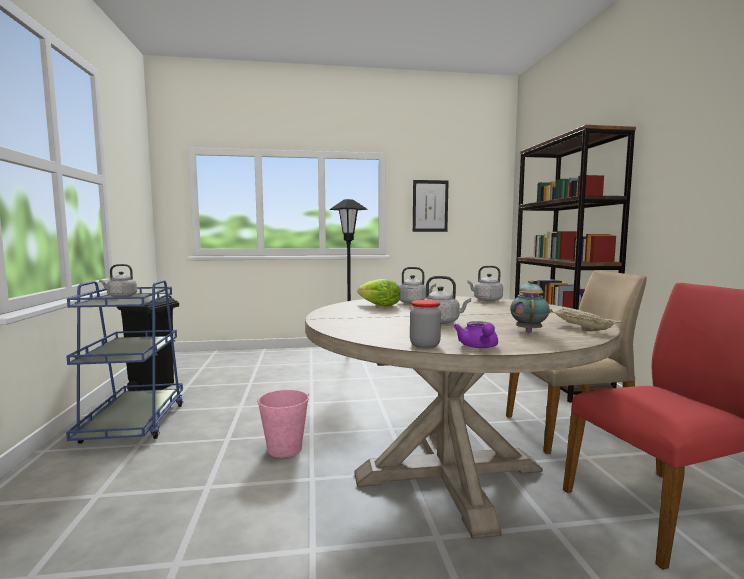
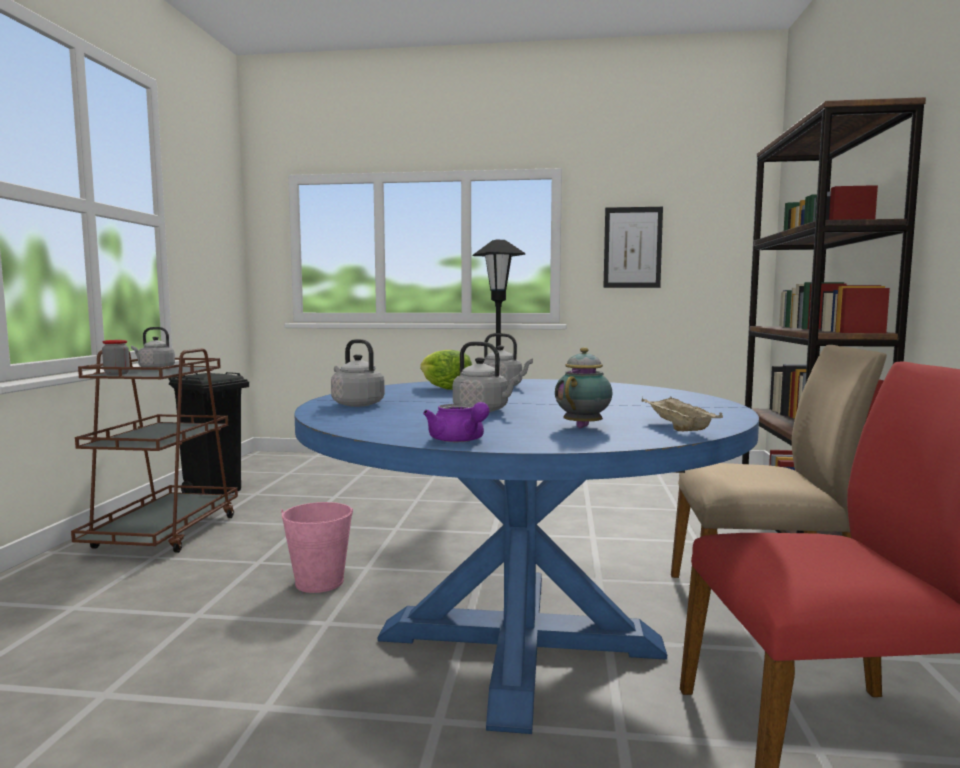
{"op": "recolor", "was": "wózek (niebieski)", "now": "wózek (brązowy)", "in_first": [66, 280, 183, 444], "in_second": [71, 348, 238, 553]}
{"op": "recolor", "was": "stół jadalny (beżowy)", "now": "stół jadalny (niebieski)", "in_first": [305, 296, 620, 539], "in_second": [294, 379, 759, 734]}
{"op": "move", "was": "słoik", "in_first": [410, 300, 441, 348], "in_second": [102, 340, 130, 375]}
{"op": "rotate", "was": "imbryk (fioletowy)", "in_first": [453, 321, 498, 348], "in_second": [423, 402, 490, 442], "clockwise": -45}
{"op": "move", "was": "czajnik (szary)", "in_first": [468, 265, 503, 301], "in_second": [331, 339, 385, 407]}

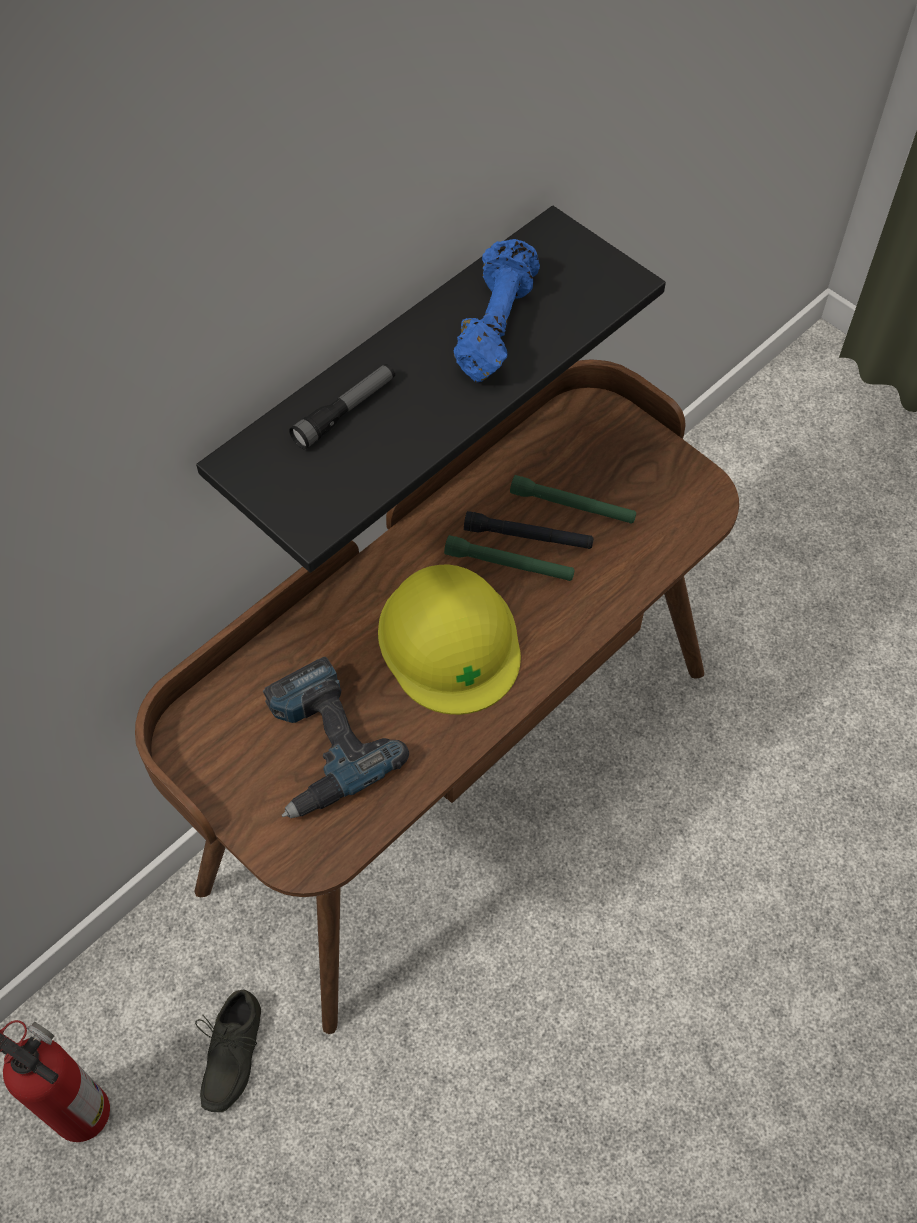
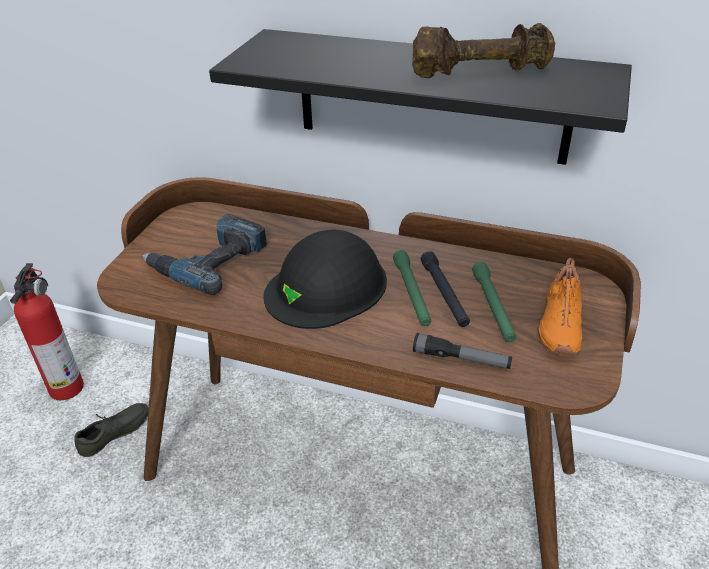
{"op": "rotate", "was": "but (szary)", "in_first": [195, 990, 261, 1112], "in_second": [74, 403, 149, 457], "clockwise": 150}
{"op": "move", "was": "latarka", "in_first": [289, 364, 395, 450], "in_second": [413, 333, 512, 369]}
{"op": "recolor", "was": "kask (żółty)", "now": "kask (czarny)", "in_first": [378, 564, 521, 715], "in_second": [263, 229, 387, 329]}
{"op": "recolor", "was": "hantel (niebieski)", "now": "hantel (brązowy)", "in_first": [454, 239, 540, 382], "in_second": [412, 23, 555, 78]}
{"op": "insert", "now": "but (pomarańczowy)", "in_second": [538, 258, 582, 355]}

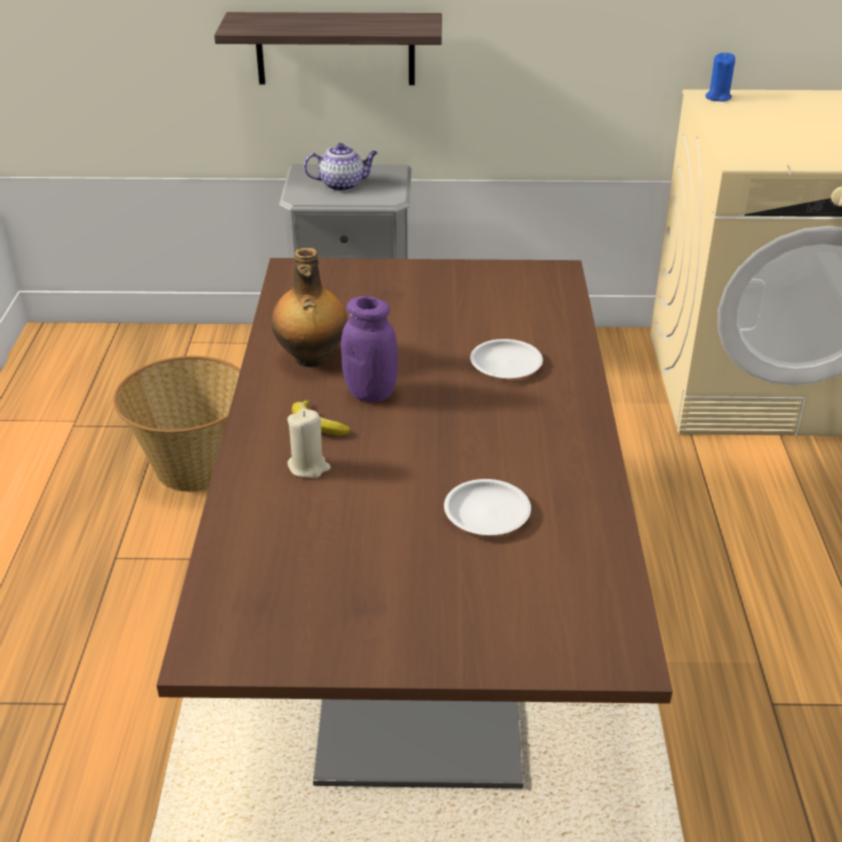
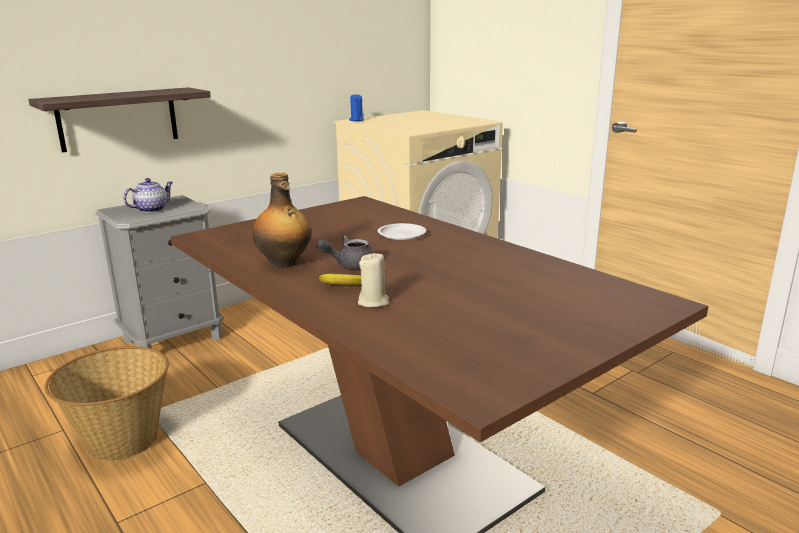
{"op": "replace", "was": "słoik (fioletowy)", "now": "imbryk (szary)", "in_first": [341, 296, 398, 402], "in_second": [317, 235, 374, 269]}
{"op": "delete", "was": "talerz (biały)", "in_first": [444, 479, 531, 535]}

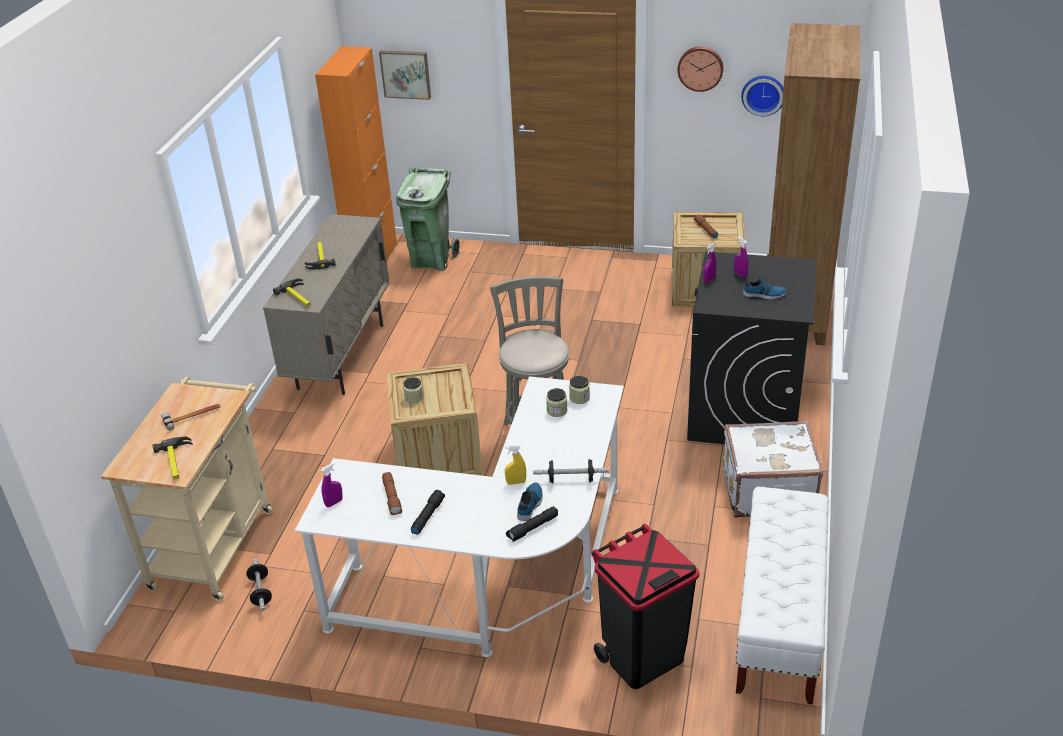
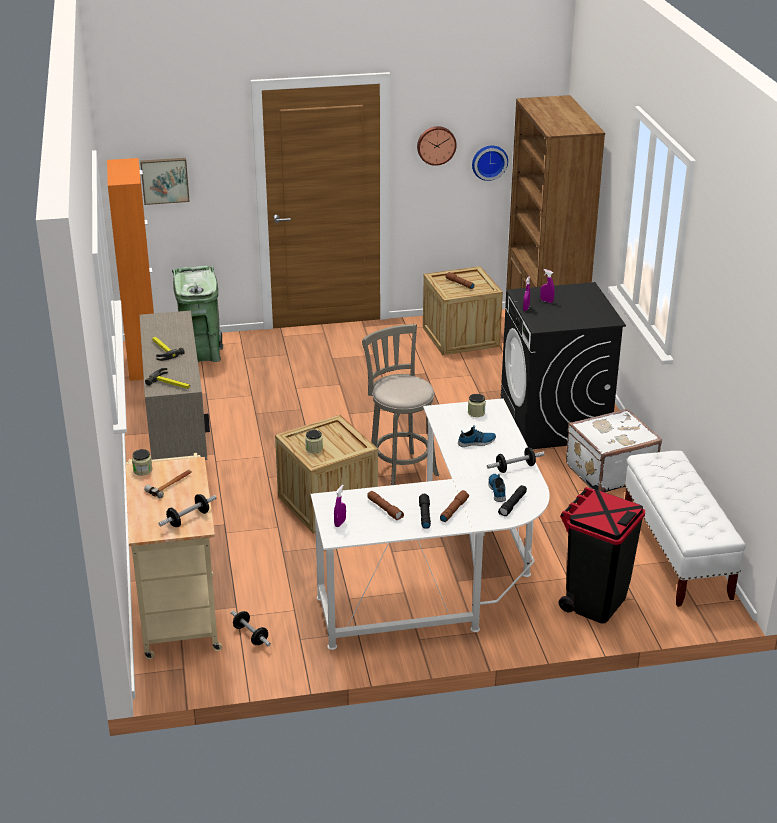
{"op": "replace", "was": "młotek", "now": "hantel", "in_first": [152, 437, 193, 479], "in_second": [158, 494, 216, 527]}
{"op": "delete", "was": "spryskiwacz (żółty)", "in_first": [505, 445, 526, 485]}
{"op": "move", "was": "słoik", "in_first": [546, 388, 567, 417], "in_second": [132, 449, 153, 476]}
{"op": "move", "was": "but", "in_first": [743, 276, 787, 299], "in_second": [458, 425, 496, 447]}
{"op": "insert", "now": "latarka (brązowy)", "in_second": [440, 490, 469, 522]}

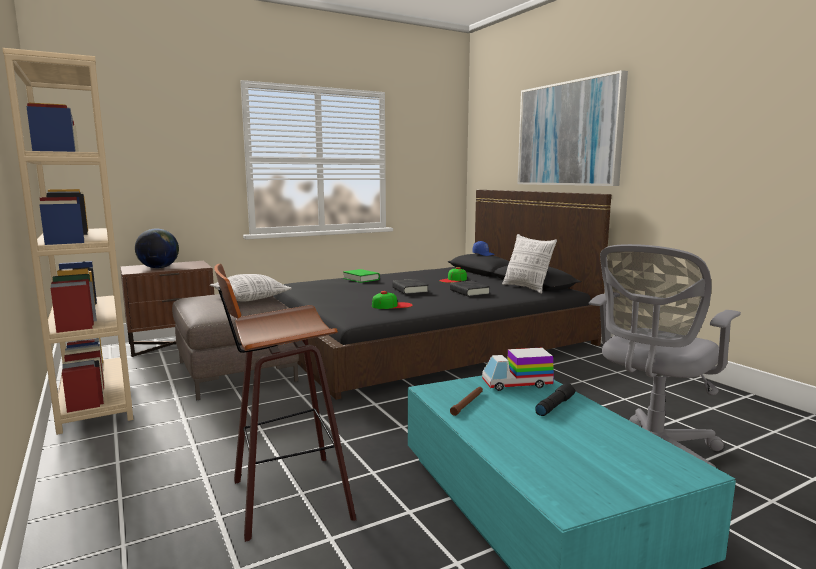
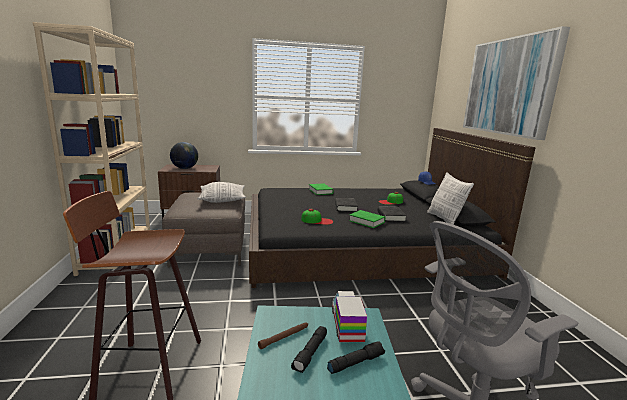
{"op": "rotate", "was": "ciężarówka zabawkowa", "in_first": [482, 348, 554, 391], "in_second": [332, 291, 367, 342], "clockwise": 75}
{"op": "insert", "now": "latarka (czarny)", "in_second": [291, 326, 327, 373]}
{"op": "insert", "now": "książka (zielony)", "in_second": [349, 210, 385, 228]}

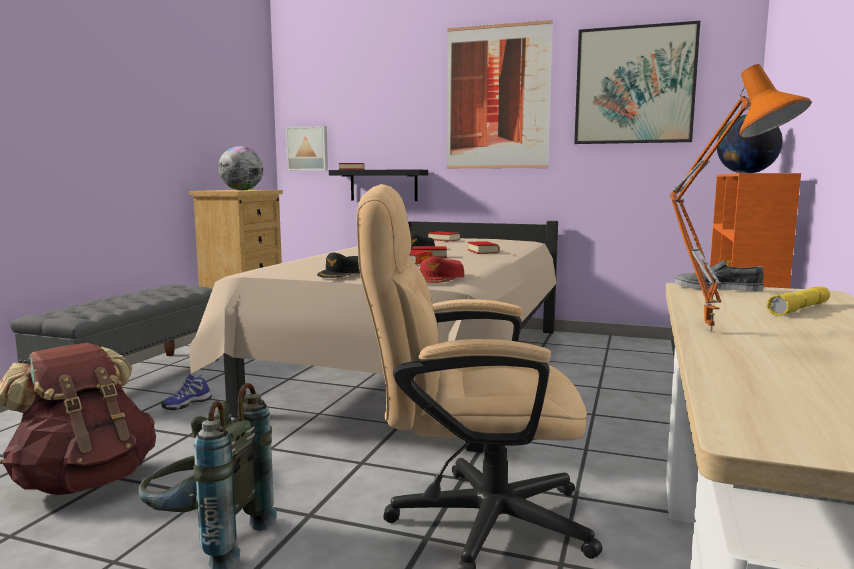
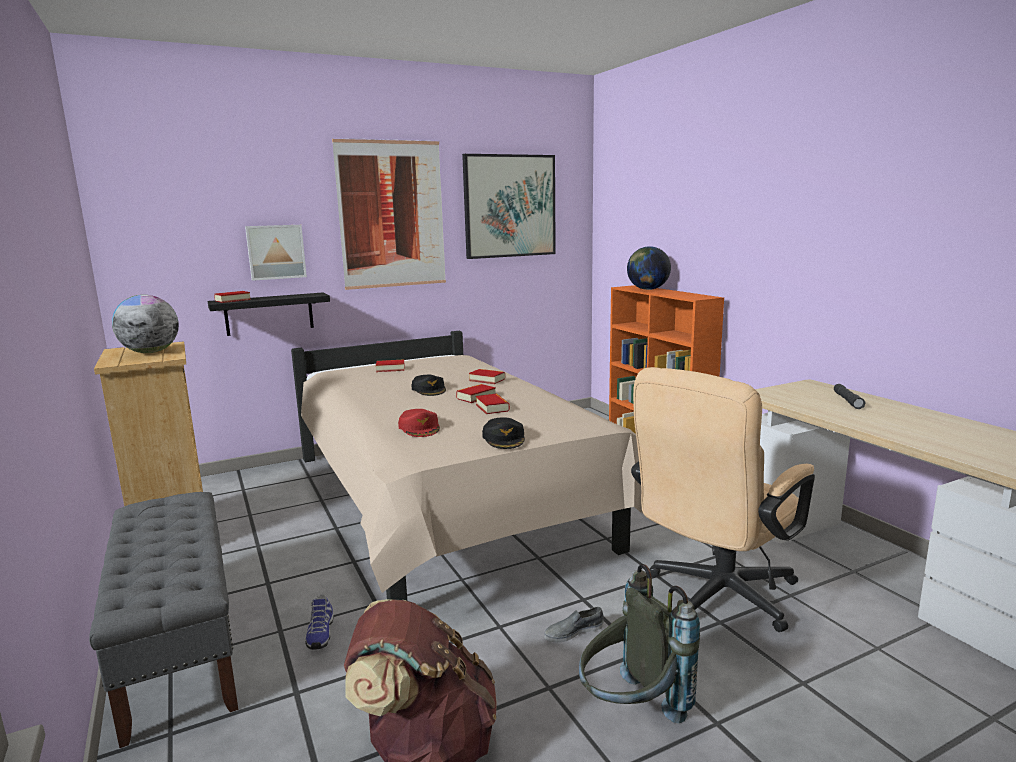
{"op": "move", "was": "obraz", "in_first": [286, 126, 328, 171], "in_second": [245, 225, 307, 281]}
{"op": "move", "was": "czapka z daszkiem (czerwony)", "in_first": [420, 256, 464, 283], "in_second": [398, 409, 440, 437]}
{"op": "delete", "was": "lampa stołowa (pomarańczowy)", "in_first": [669, 64, 812, 332]}
{"op": "move", "was": "but (szary)", "in_first": [675, 260, 764, 291], "in_second": [544, 606, 604, 642]}
{"op": "recolor", "was": "latarka (żółty)", "now": "latarka (szary)", "in_first": [767, 286, 830, 316], "in_second": [834, 384, 865, 409]}

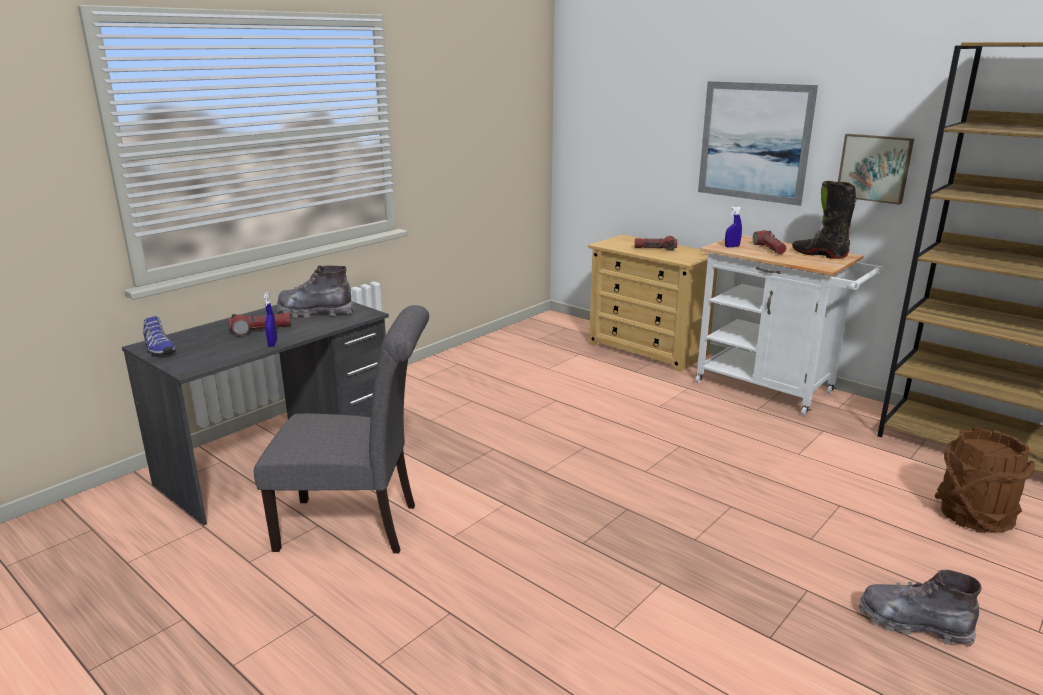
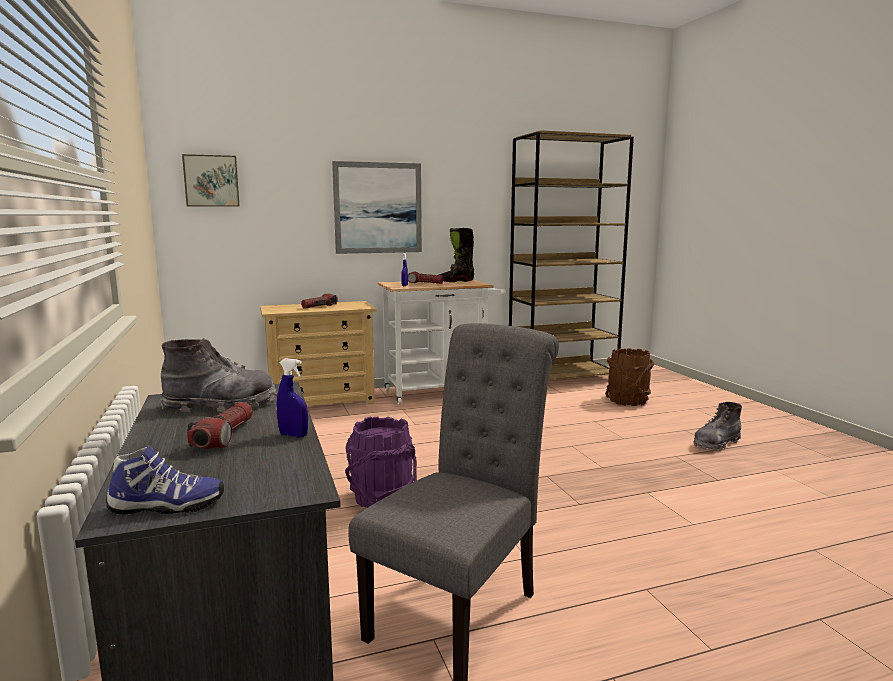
{"op": "rotate", "was": "but z cholewką (szary)", "in_first": [276, 265, 354, 317], "in_second": [160, 338, 277, 412], "clockwise": -135}
{"op": "move", "was": "obraz", "in_first": [838, 134, 914, 205], "in_second": [182, 154, 240, 207]}
{"op": "insert", "now": "wiadro (fioletowy)", "in_second": [345, 416, 417, 508]}

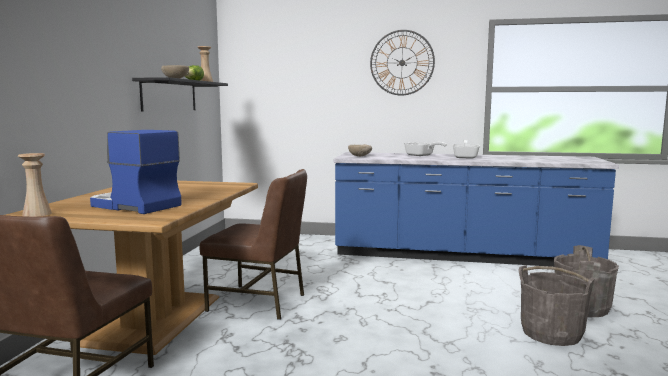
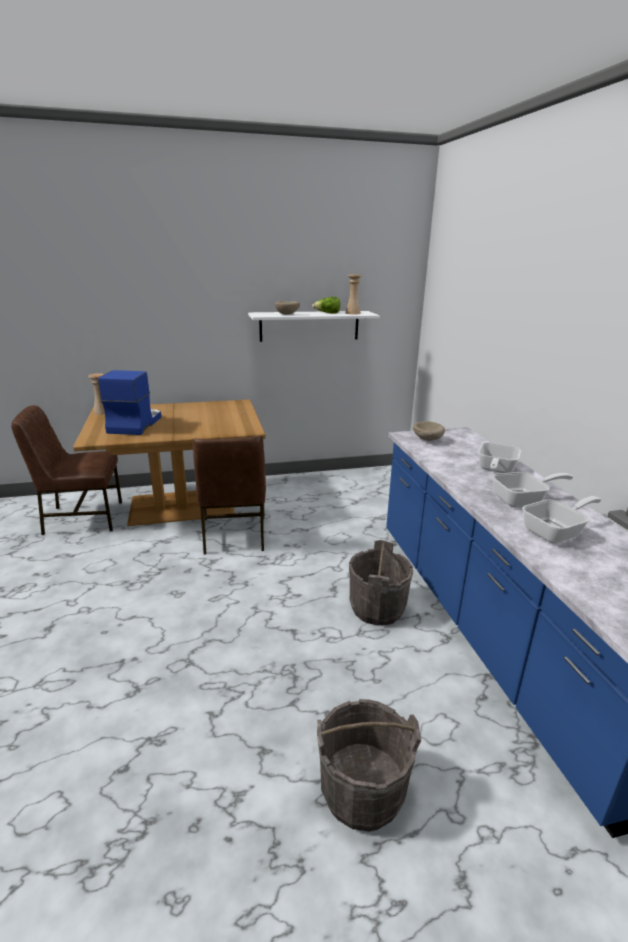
{"op": "recolor", "was": "półka (czarny)", "now": "półka (biały)", "in_first": [132, 77, 228, 112], "in_second": [248, 311, 380, 342]}
{"op": "delete", "was": "zegar ścienny", "in_first": [370, 30, 435, 96]}
{"op": "move", "was": "wiadro (szary)", "in_first": [518, 265, 594, 346], "in_second": [349, 540, 413, 625]}
{"op": "insert", "now": "patelnia", "in_second": [522, 496, 601, 543]}

